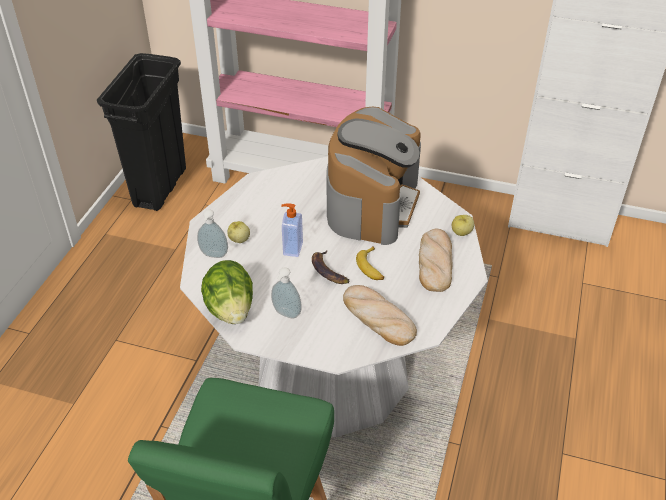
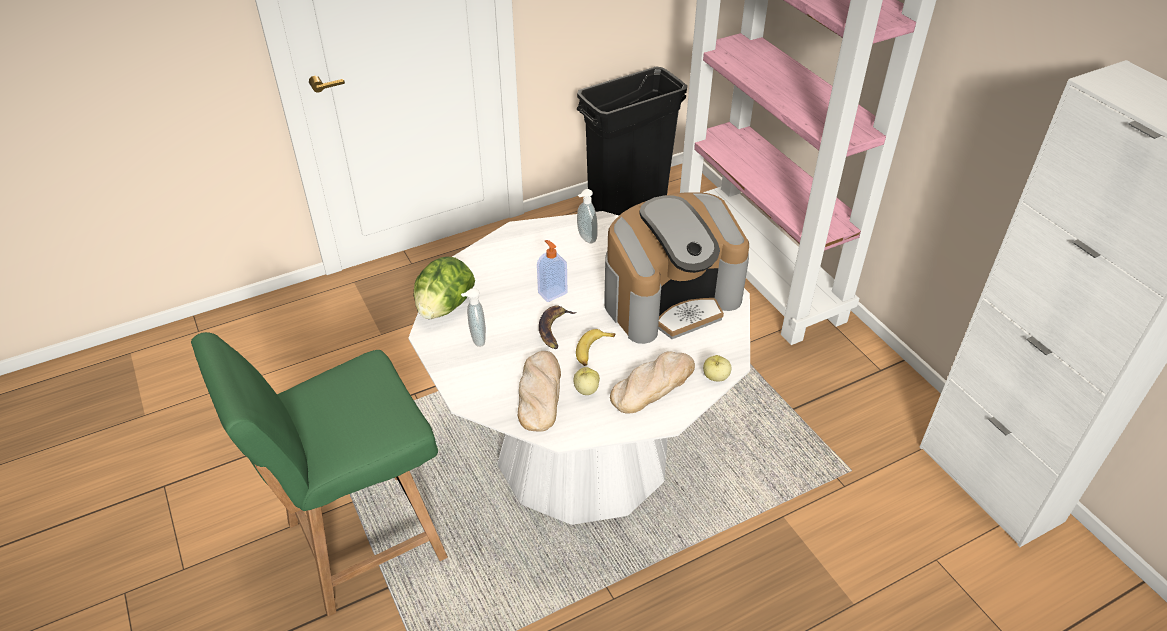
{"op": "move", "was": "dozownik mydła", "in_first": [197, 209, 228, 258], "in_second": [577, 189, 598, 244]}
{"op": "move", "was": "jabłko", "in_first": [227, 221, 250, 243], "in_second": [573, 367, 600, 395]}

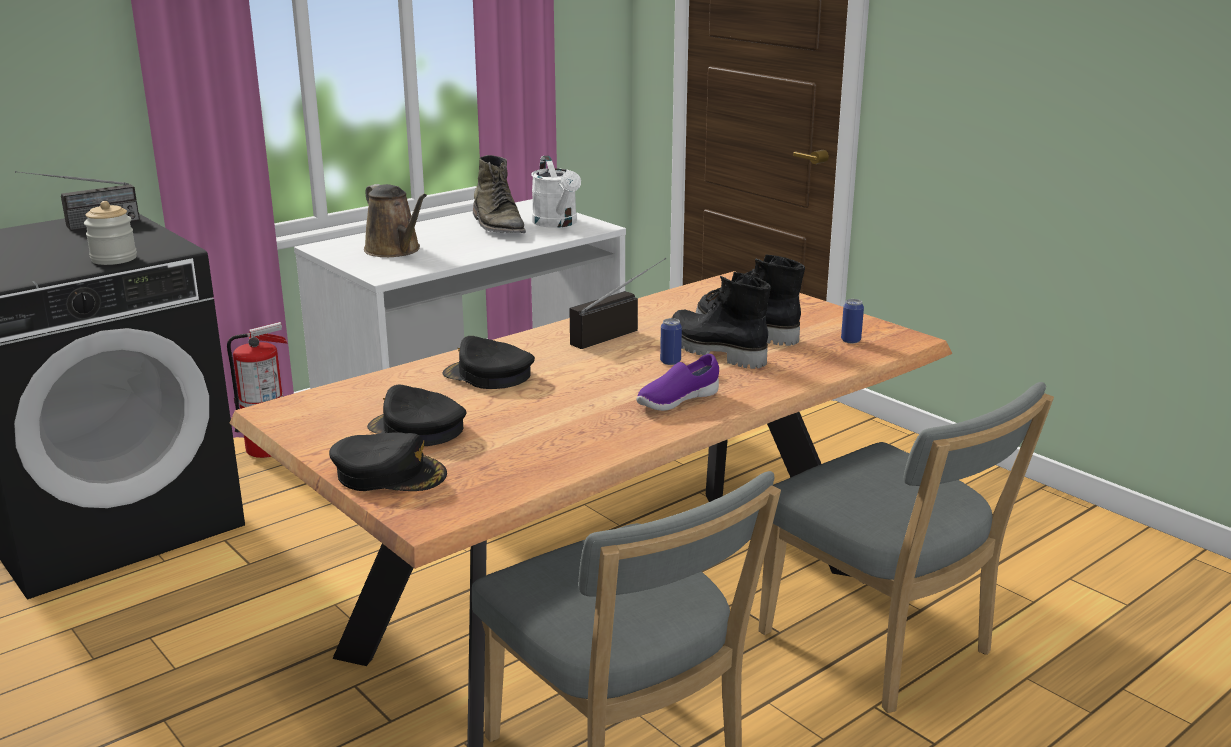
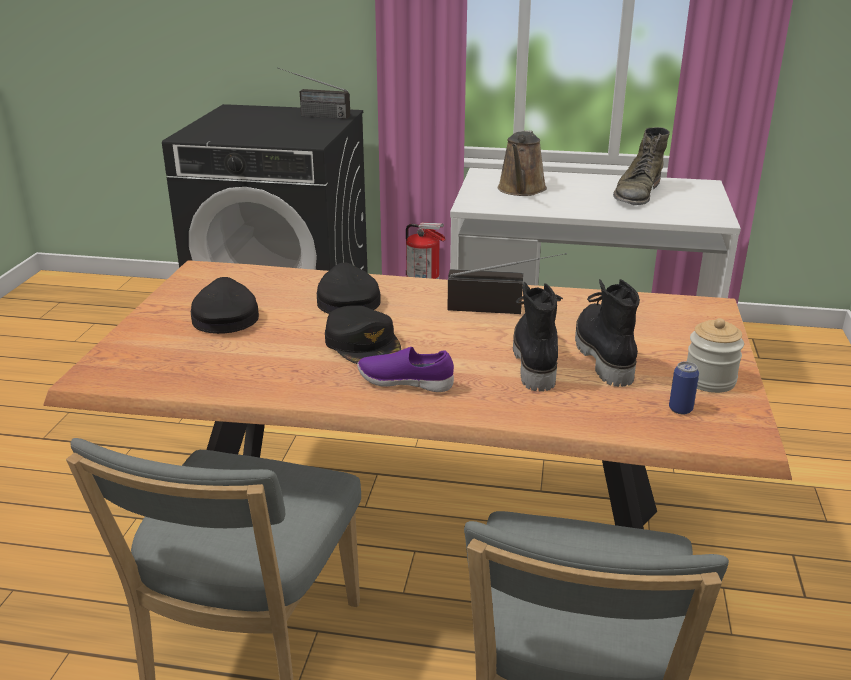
{"op": "move", "was": "słoik", "in_first": [84, 201, 137, 265], "in_second": [687, 318, 744, 393]}
{"op": "move", "was": "czapka z daszkiem (czarny)", "in_first": [329, 432, 447, 491], "in_second": [325, 305, 401, 364]}
{"op": "delete", "was": "konewka (biały)", "in_first": [531, 156, 581, 228]}
{"op": "delete", "was": "puszka", "in_first": [660, 318, 682, 365]}

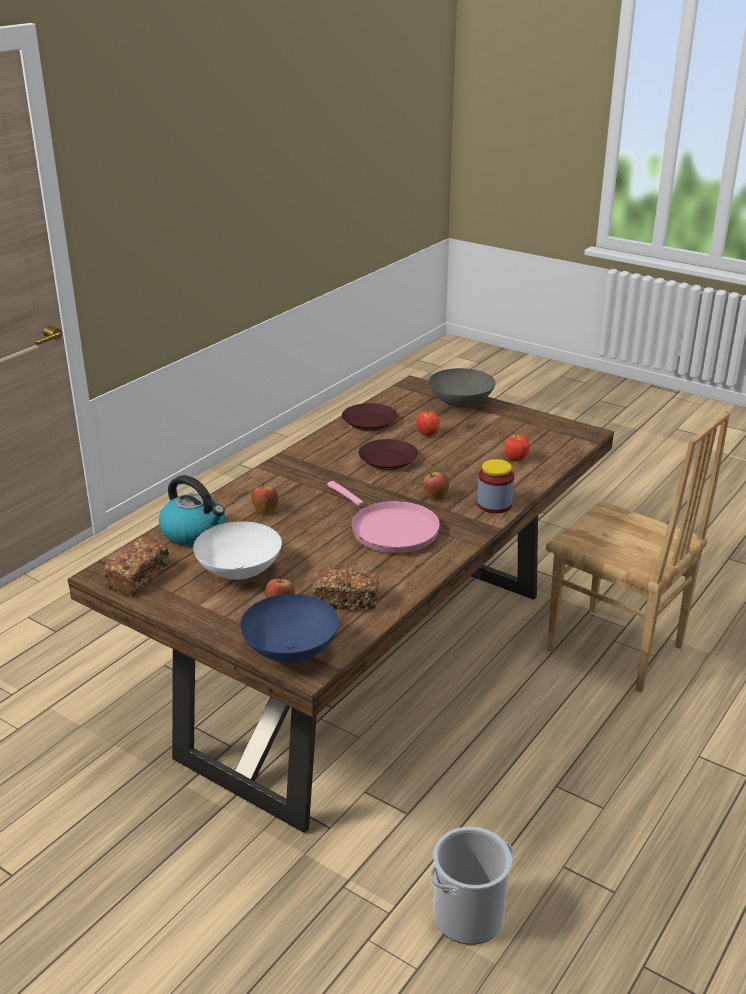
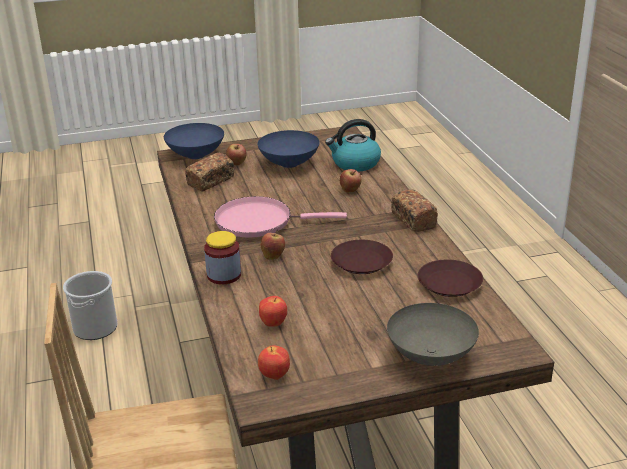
{"op": "move", "was": "chleb", "in_first": [104, 536, 170, 596], "in_second": [391, 189, 438, 232]}
{"op": "recolor", "was": "miska (biały)", "now": "miska (niebieski)", "in_first": [193, 522, 282, 580], "in_second": [258, 130, 320, 168]}
{"op": "move", "was": "jabłko", "in_first": [416, 411, 439, 436], "in_second": [258, 345, 290, 380]}

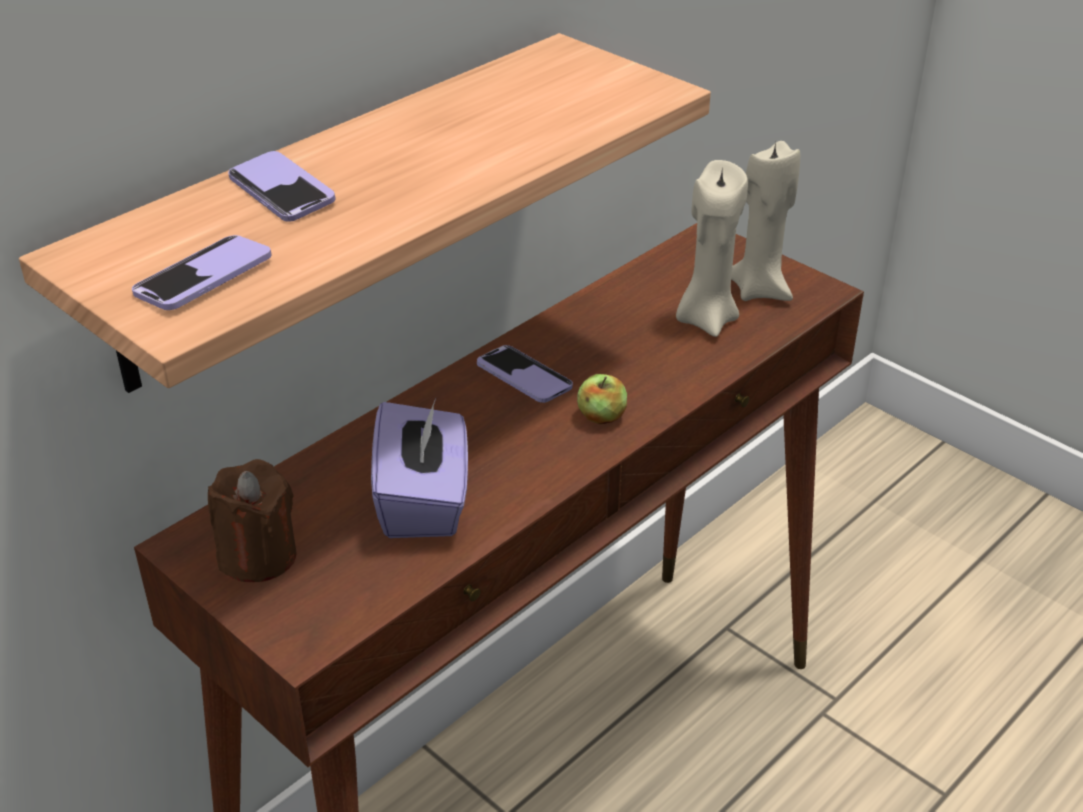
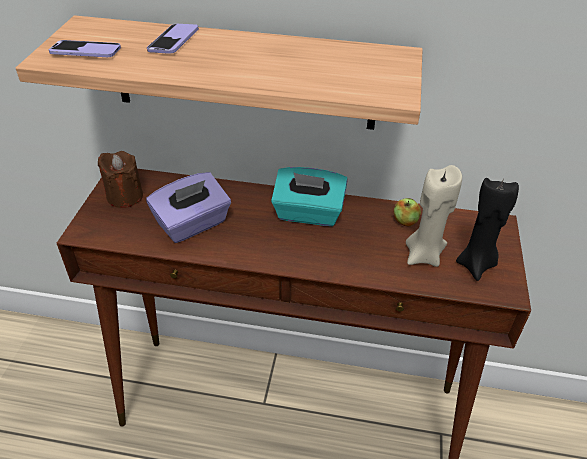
{"op": "replace", "was": "telefon", "now": "pudełko chusteczek (turkusowy)", "in_first": [477, 345, 573, 403], "in_second": [271, 167, 348, 226]}
{"op": "move", "was": "jabłko", "in_first": [577, 374, 627, 425], "in_second": [394, 198, 421, 226]}
{"op": "recolor", "was": "świeca (beżowy)", "now": "świeca (czarny)", "in_first": [731, 141, 800, 301], "in_second": [456, 178, 519, 281]}

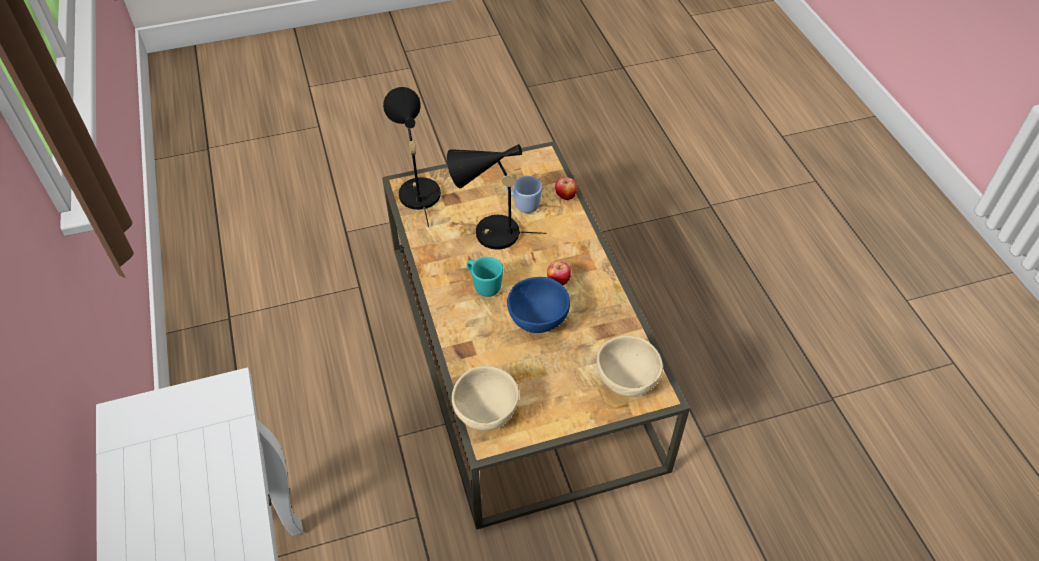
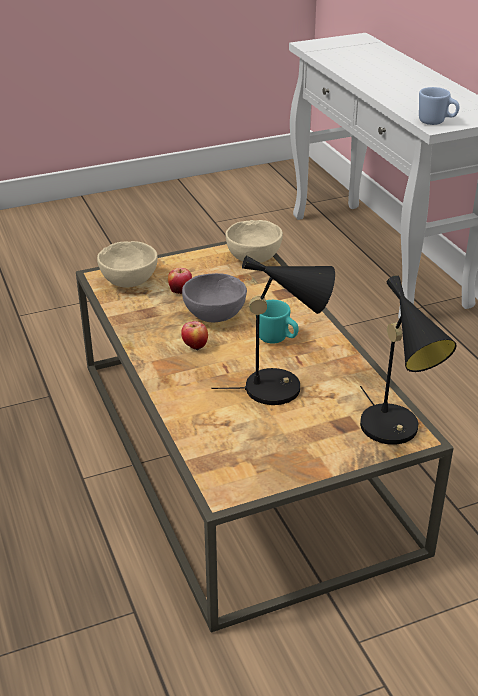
{"op": "move", "was": "kubek (niebieski)", "in_first": [506, 176, 542, 213], "in_second": [419, 87, 459, 125]}
{"op": "recolor", "was": "miska (niebieski)", "now": "miska (szary)", "in_first": [507, 277, 570, 333], "in_second": [182, 273, 247, 322]}
{"op": "move", "was": "jabłko", "in_first": [555, 177, 577, 200], "in_second": [168, 267, 192, 294]}

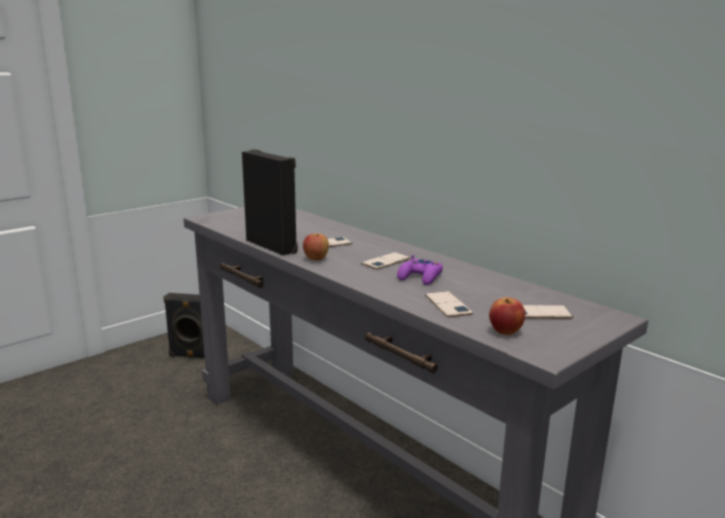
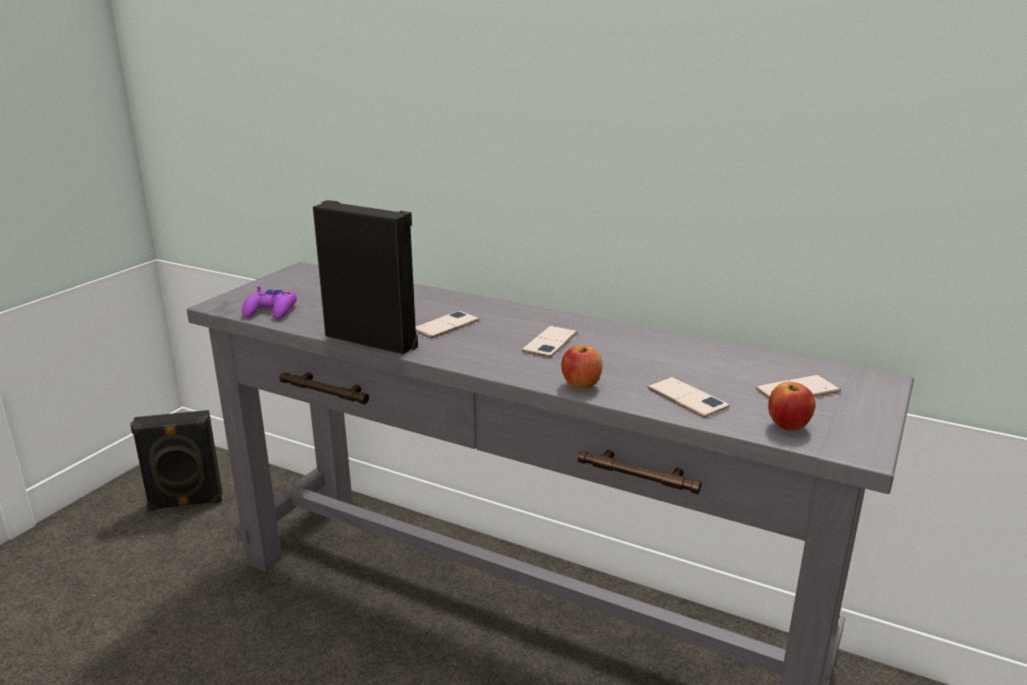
{"op": "move", "was": "jabłko", "in_first": [303, 233, 329, 261], "in_second": [561, 345, 603, 388]}
{"op": "move", "was": "pad do gier (fioletowy)", "in_first": [397, 255, 443, 285], "in_second": [242, 286, 297, 320]}

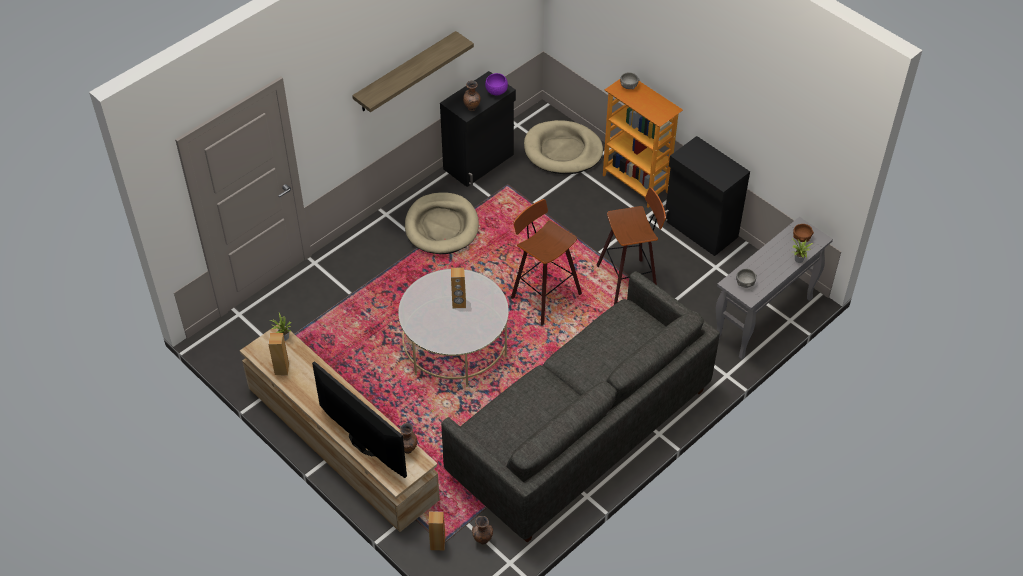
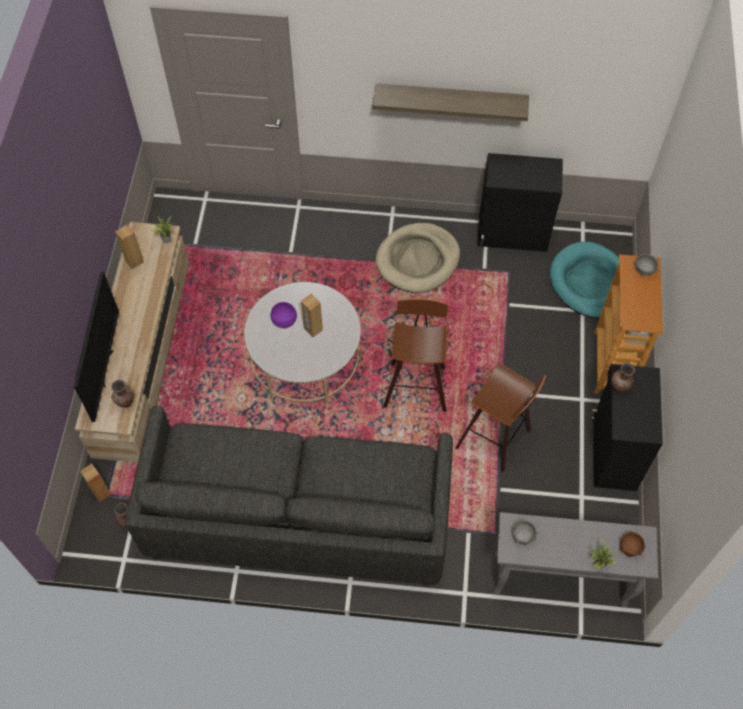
{"op": "move", "was": "wazon (brązowy)", "in_first": [463, 81, 481, 111], "in_second": [611, 363, 635, 392]}
{"op": "move", "was": "miska (fioletowy)", "in_first": [485, 73, 508, 95], "in_second": [271, 302, 297, 328]}
{"op": "recolor", "was": "legowisko (beżowy)", "now": "legowisko (turkusowy)", "in_first": [524, 120, 603, 174], "in_second": [550, 242, 619, 318]}

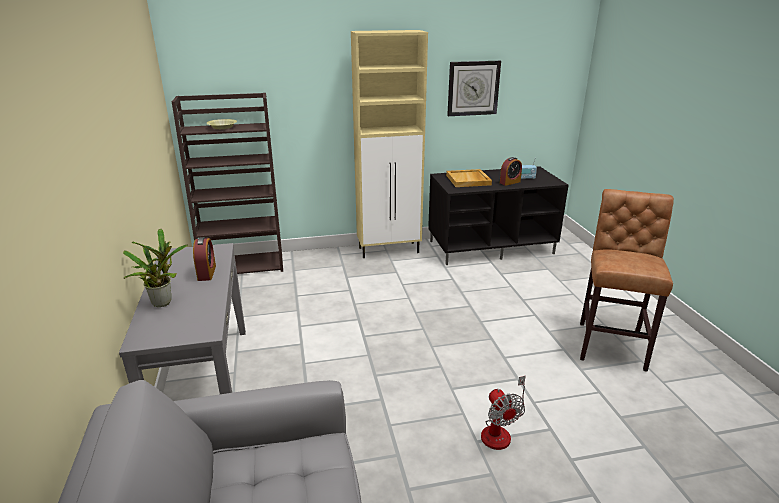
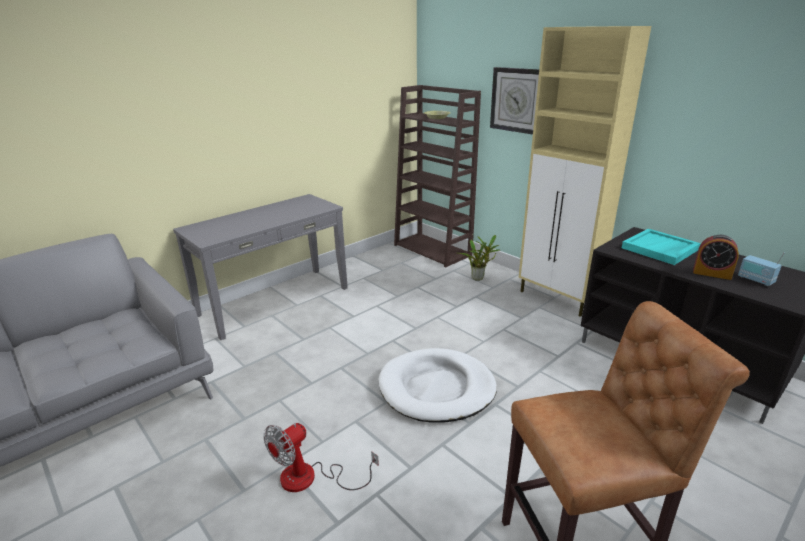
{"op": "move", "was": "roślina doniczkowa", "in_first": [123, 228, 188, 307], "in_second": [459, 235, 500, 281]}
{"op": "delete", "was": "budzik", "in_first": [193, 237, 216, 281]}
{"op": "recolor", "was": "taca (beżowy)", "now": "taca (turkusowy)", "in_first": [446, 169, 492, 187], "in_second": [622, 229, 701, 265]}
{"op": "move", "was": "zegar ścienny", "in_first": [447, 61, 501, 116], "in_second": [490, 67, 539, 135]}
{"op": "insert", "now": "legowisko (biały)", "in_second": [379, 348, 497, 423]}

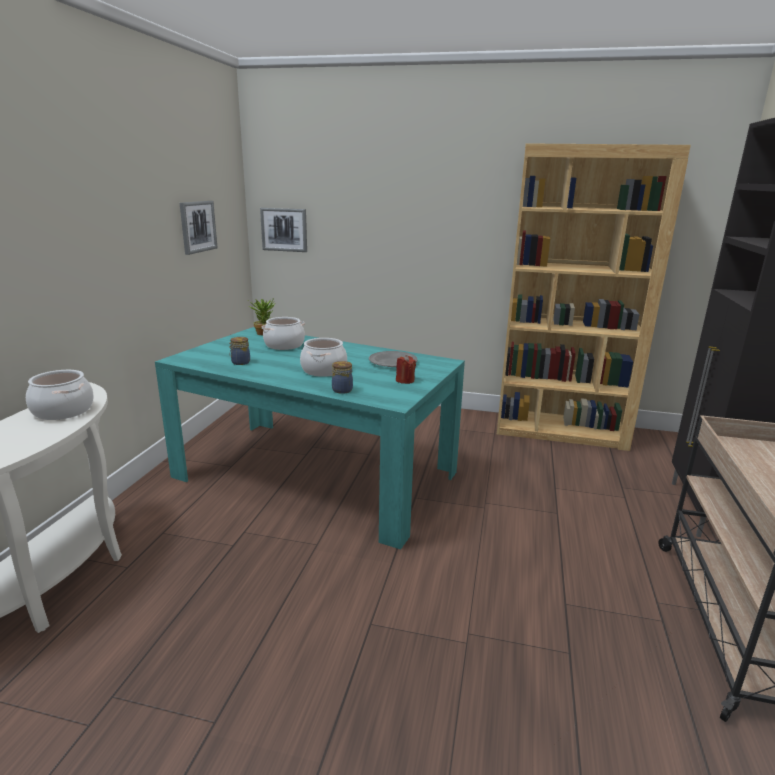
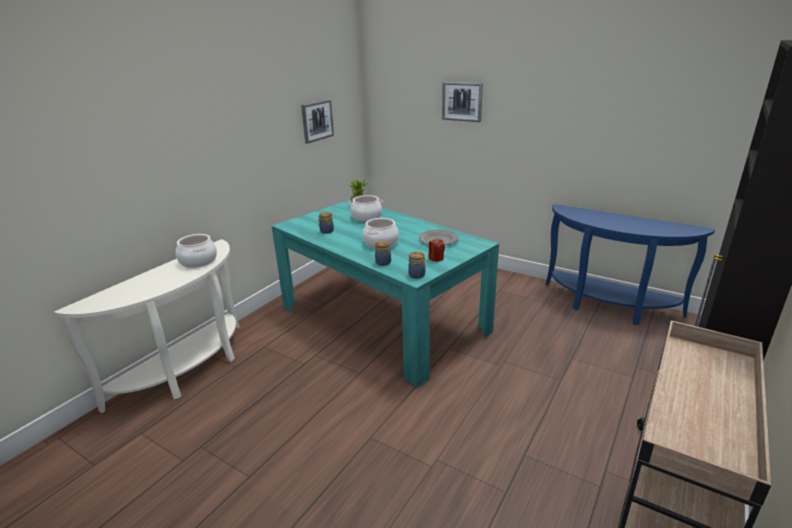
{"op": "move", "was": "obraz", "in_first": [260, 208, 307, 252], "in_second": [442, 82, 483, 122]}
{"op": "replace", "was": "regał (brązowy)", "now": "stolik konsolowy (niebieski)", "in_first": [497, 143, 691, 451], "in_second": [545, 204, 715, 325]}
{"op": "insert", "now": "słoik", "in_second": [408, 252, 425, 279]}

